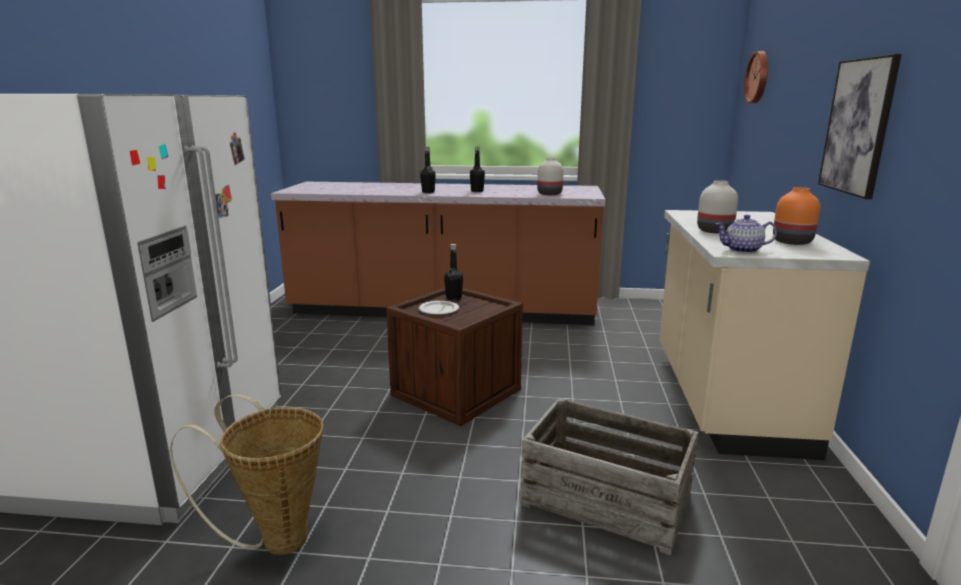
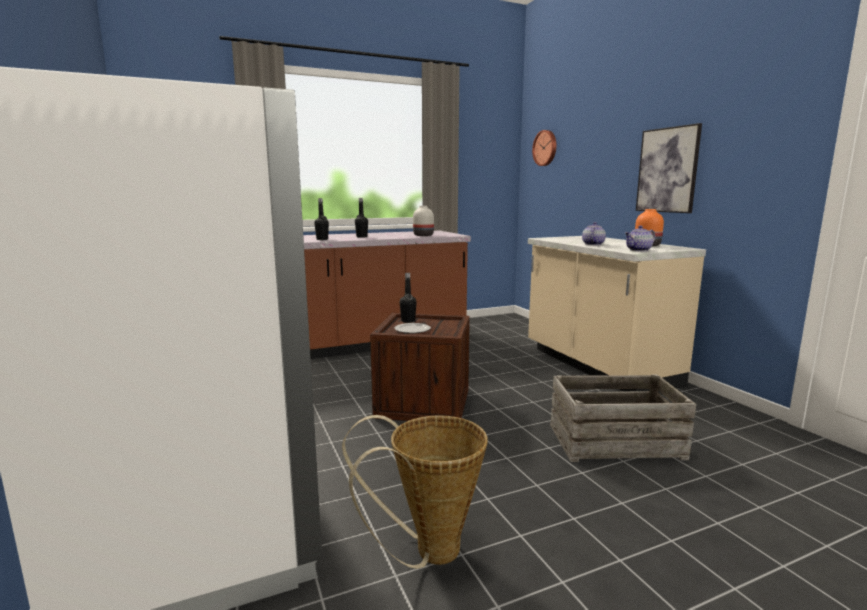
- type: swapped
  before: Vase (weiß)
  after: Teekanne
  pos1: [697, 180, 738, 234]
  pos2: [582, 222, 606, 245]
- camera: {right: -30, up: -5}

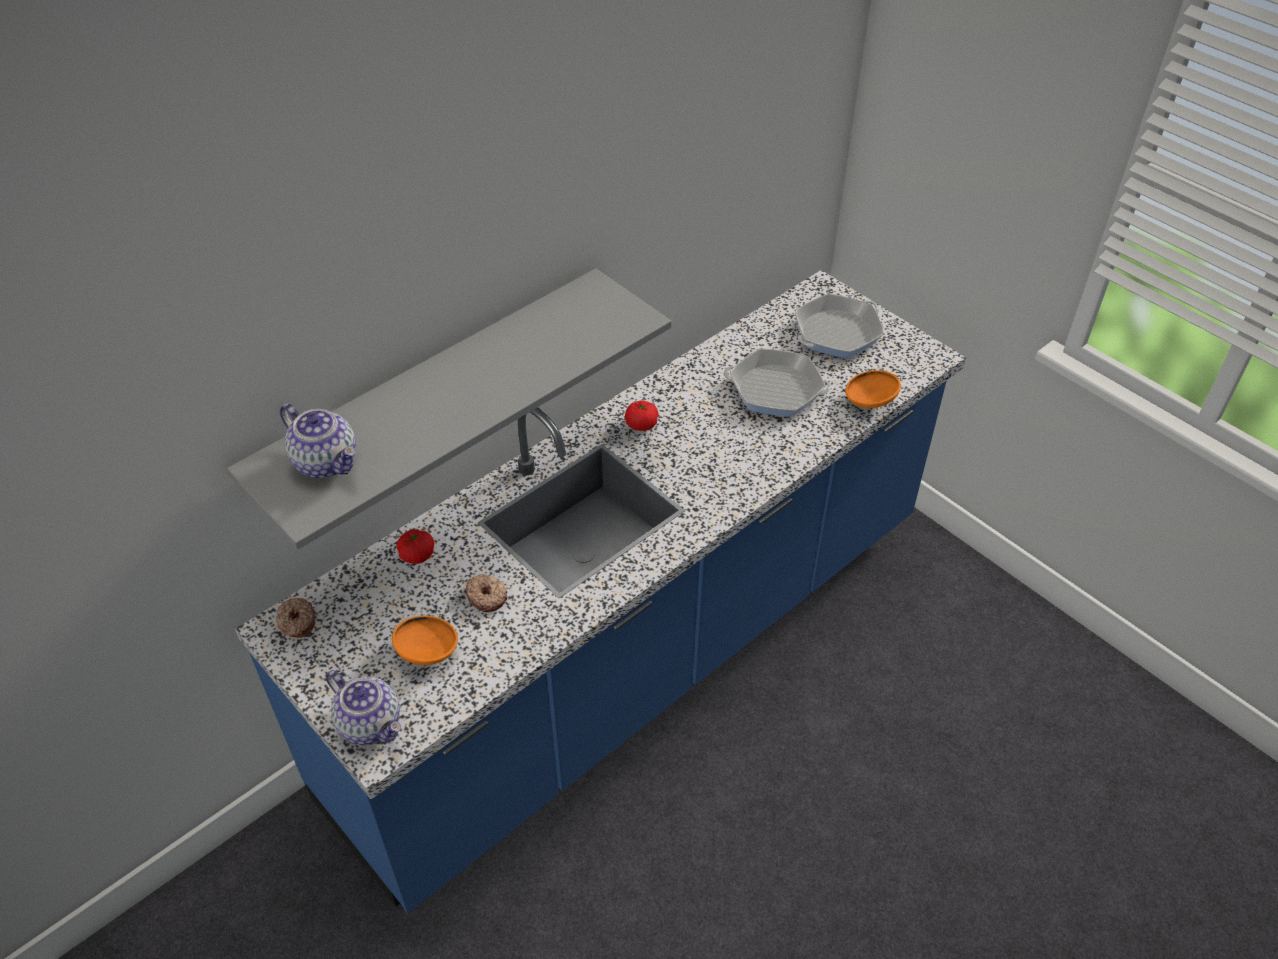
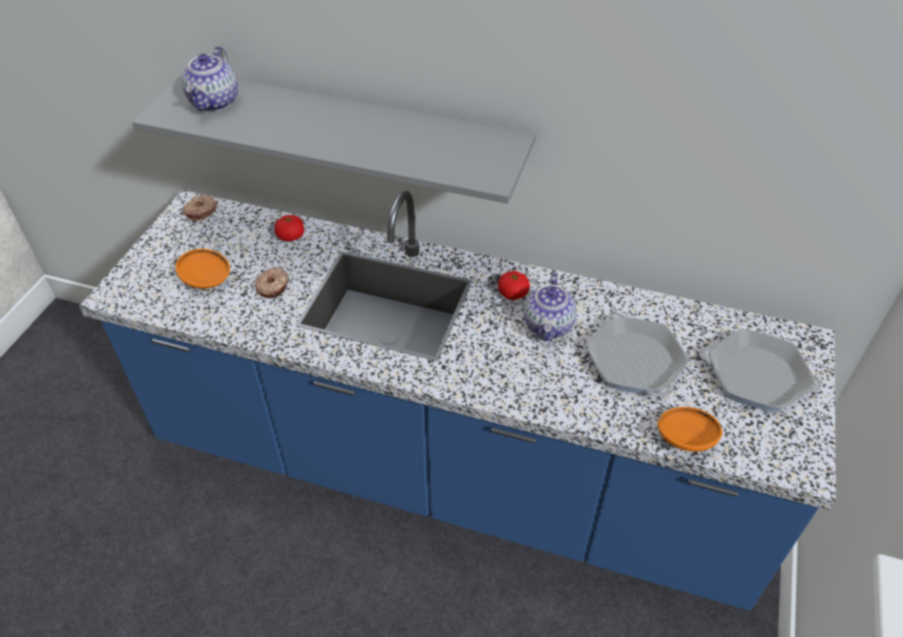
- type: shifted
  before: Teekanne
  pos1: [326, 670, 401, 745]
  pos2: [524, 272, 577, 342]
- camera: {right: 60, up: 0}

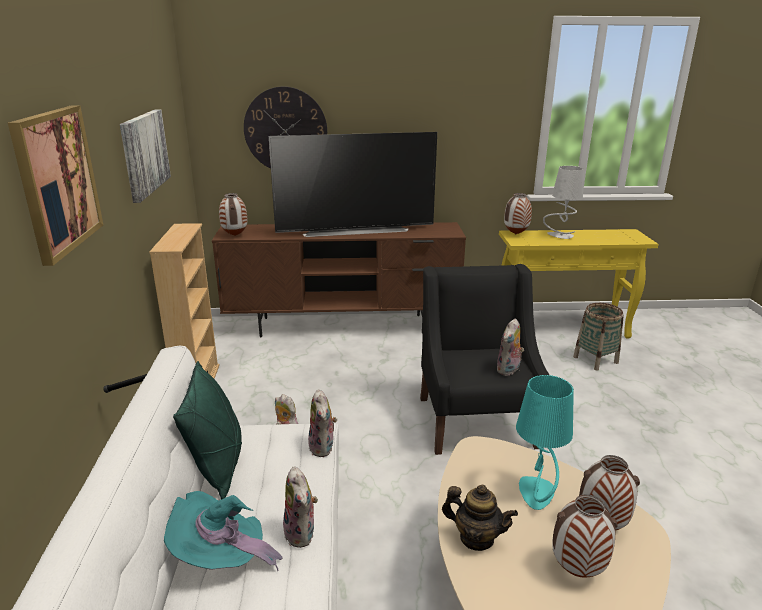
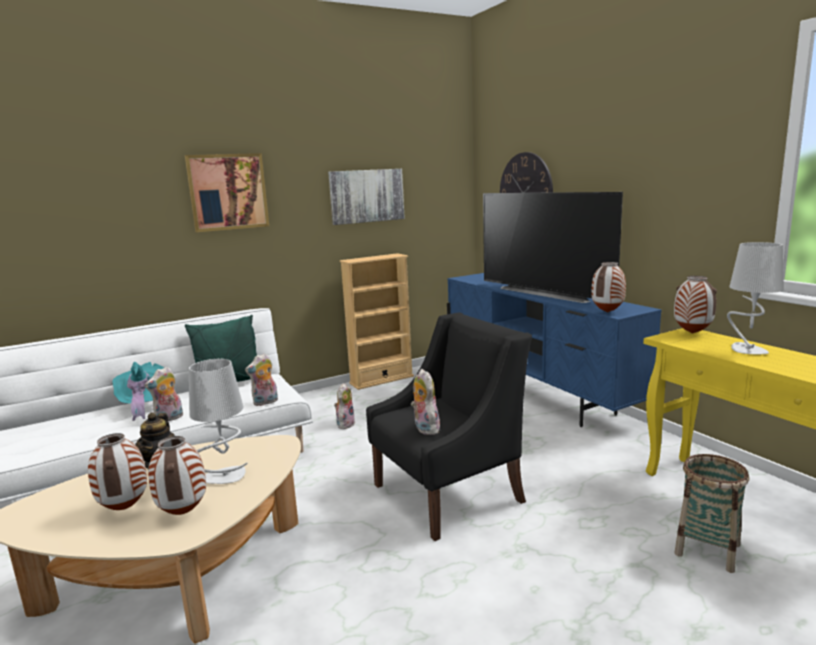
- type: shifted
  before: Vase
  pos1: [219, 193, 247, 236]
  pos2: [591, 262, 626, 313]
- type: repainted
  before: Fernsehschrank (braun)
  after: Fernsehschrank (blau)
  pos1: [212, 222, 466, 338]
  pos2: [447, 273, 662, 427]
- type: rotated
  before: Plüschtier
  pos1: [497, 318, 524, 376]
  pos2: [411, 369, 440, 435]
  turn: 60
- type: repainted
  before: Tischlampe (türkis)
  after: Tischlampe (grau)
  pos1: [516, 375, 574, 510]
  pos2: [189, 359, 248, 484]
- camera: {right: 65, up: -10}

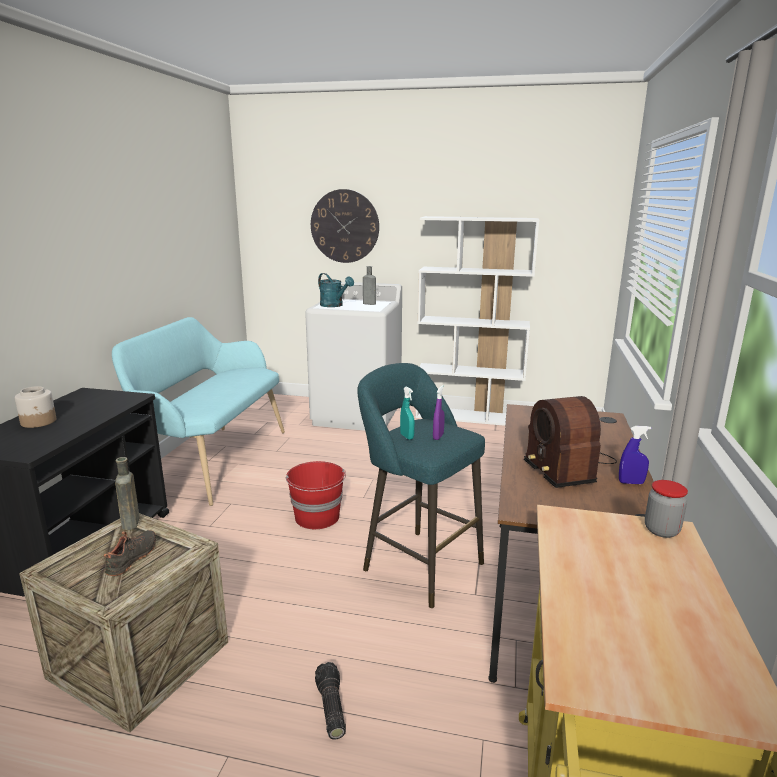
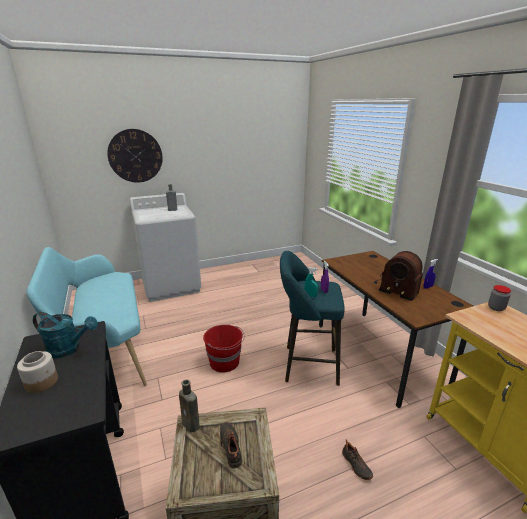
- type: gone
  before: Bücherregal (weiß)
  pos1: [415, 216, 539, 426]
- type: shifted
  before: Gießkanne (türkis)
  pos1: [318, 273, 354, 307]
  pos2: [33, 312, 98, 358]
- type: swapped
  before: Taschenlampe
  after: Schuh (schwarz)
  pos1: [315, 662, 346, 740]
  pos2: [342, 440, 373, 480]
- camera: {right: -35, up: 5}

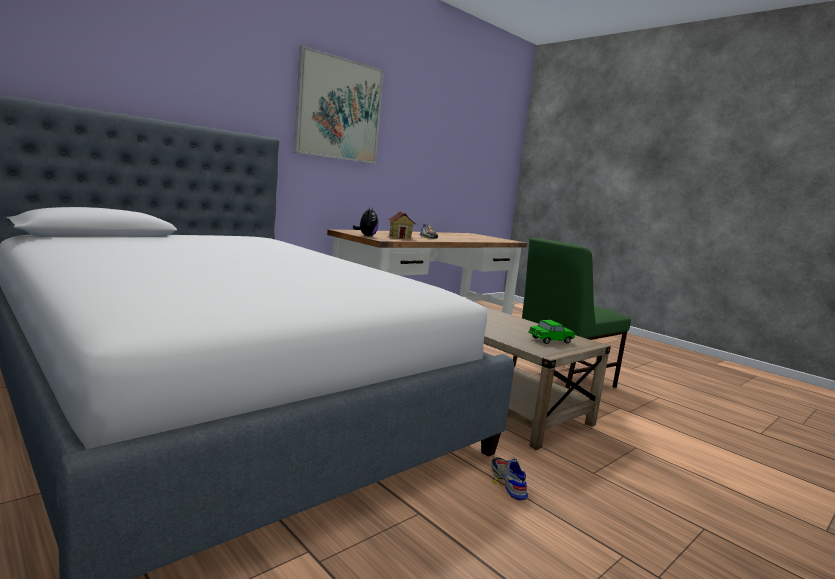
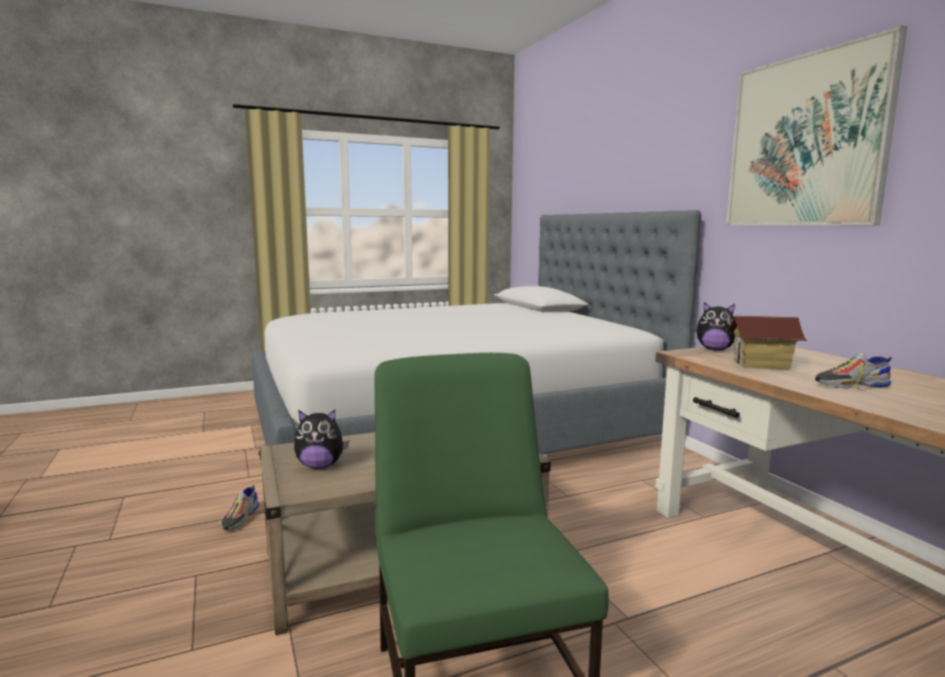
- type: swapped
  before: Spielzeugauto
  after: Plüschtier
  pos1: [528, 320, 575, 344]
  pos2: [294, 410, 349, 469]
- type: rotated
  before: Schuh
  pos1: [491, 457, 528, 501]
  pos2: [219, 485, 260, 530]
  turn: 90
- camera: {right: 110, up: 0}

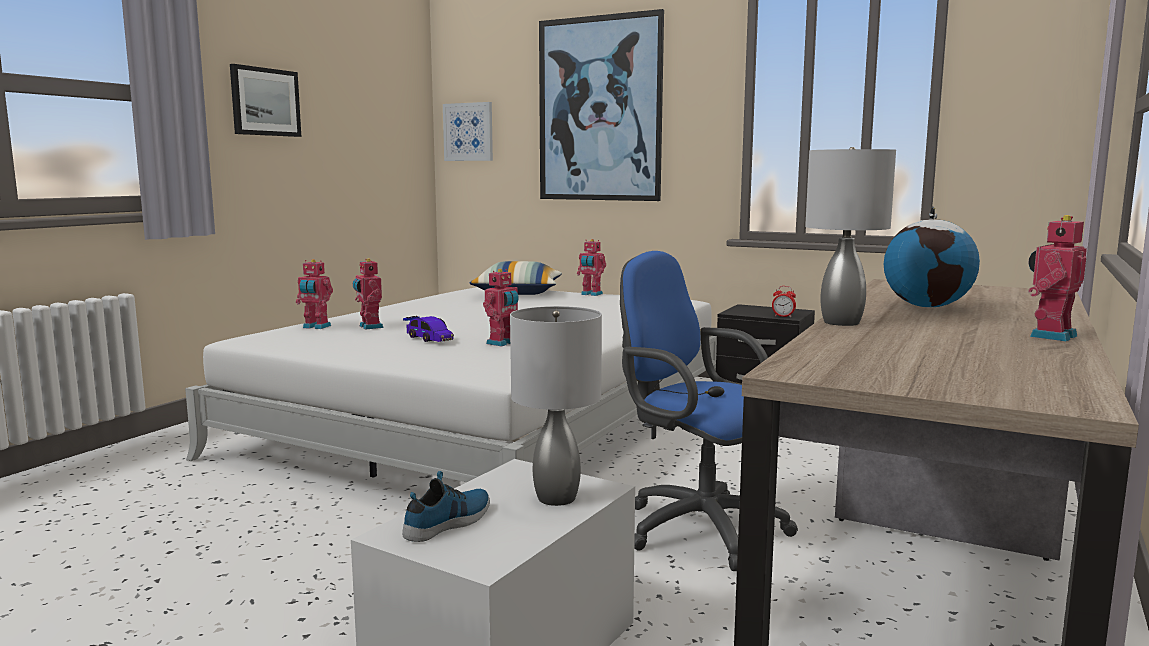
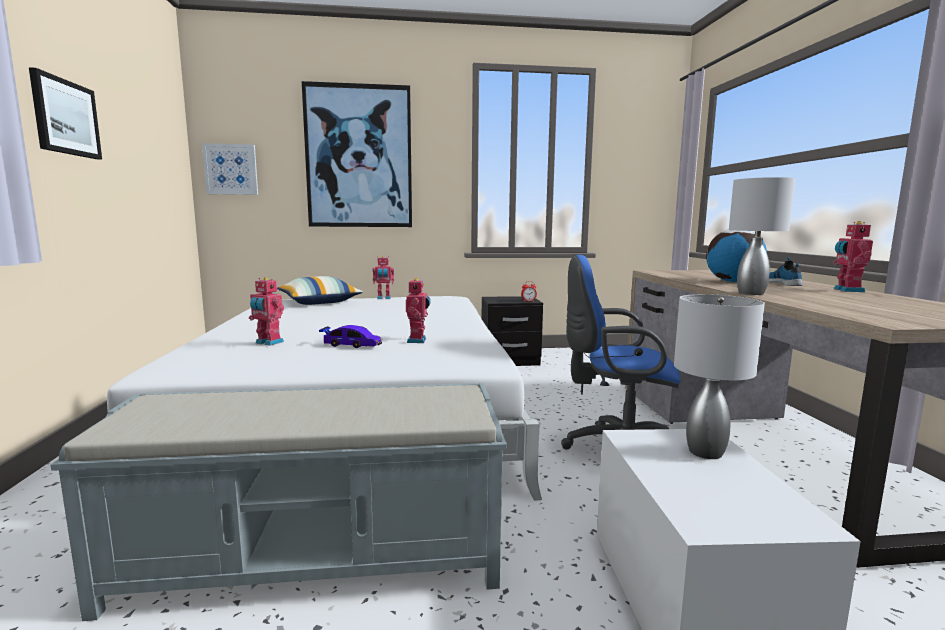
- type: gone
  before: Spielzeugroboter
  pos1: [296, 259, 333, 329]
- type: shifted
  before: Schuh
  pos1: [402, 471, 490, 542]
  pos2: [769, 257, 803, 286]
- type: new
  after: Bank (grau)
  pos2: [51, 383, 507, 621]
- camera: {right: -35, up: 0}

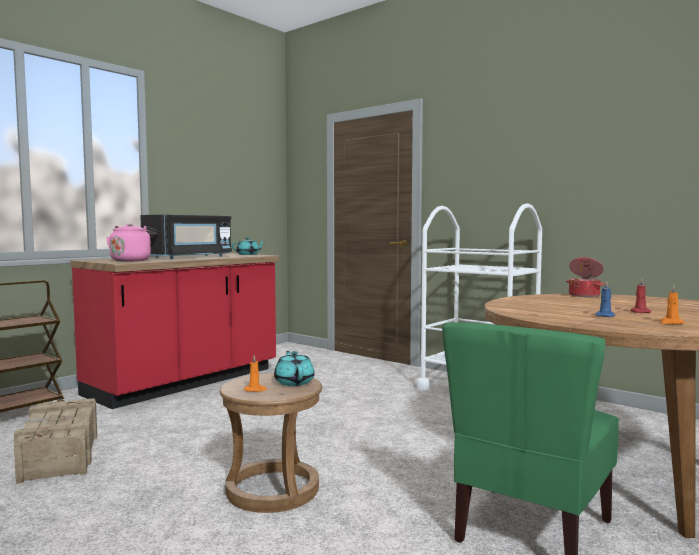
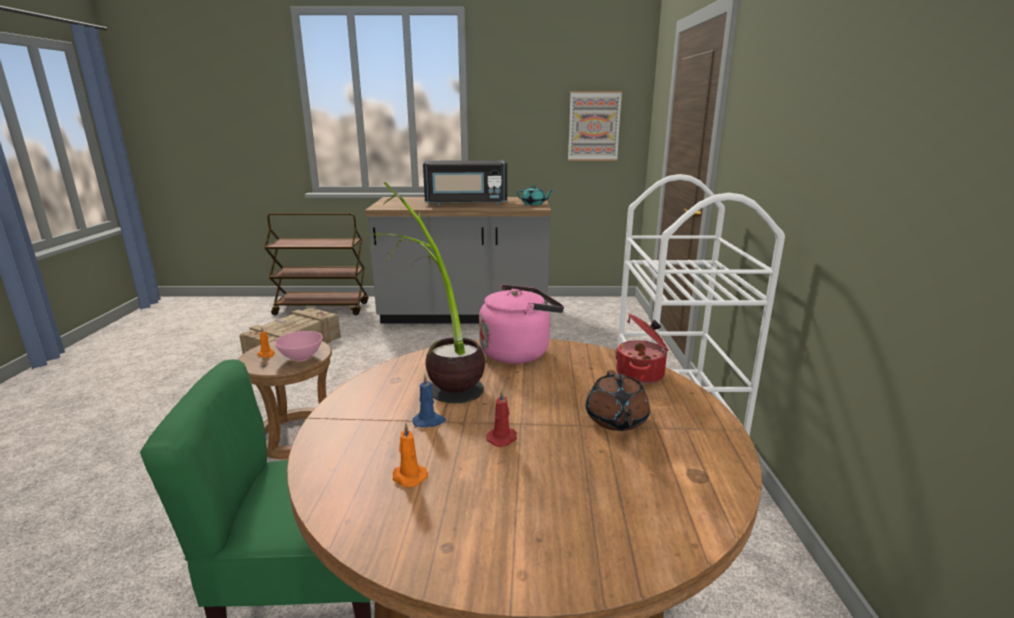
- type: shifted
  before: Wasserkessel (rosa)
  pos1: [106, 223, 157, 262]
  pos2: [479, 284, 564, 364]
- type: repainted
  before: Küchenzeile (rot)
  after: Küchenzeile (grau)
  pos1: [70, 253, 279, 409]
  pos2: [365, 197, 551, 323]
- type: swapped
  before: Teekanne (türkis)
  after: Schüssel (rosa)
  pos1: [274, 351, 315, 386]
  pos2: [275, 331, 323, 362]
- type: new
  after: Bild
  pos2: [568, 91, 622, 161]
- type: new
  after: Topfpflanze
  pos2: [370, 182, 485, 403]
- type: new
  after: Teekanne (braun)
  pos2: [586, 370, 650, 431]
- camera: {right: 50, up: 15}

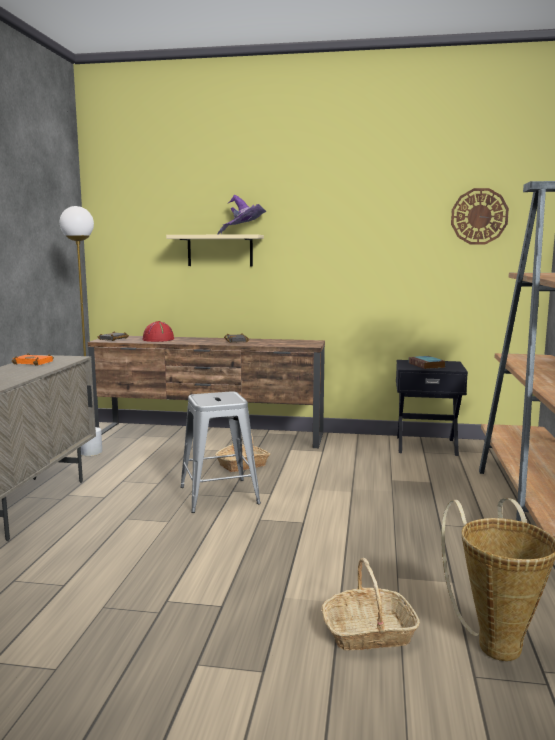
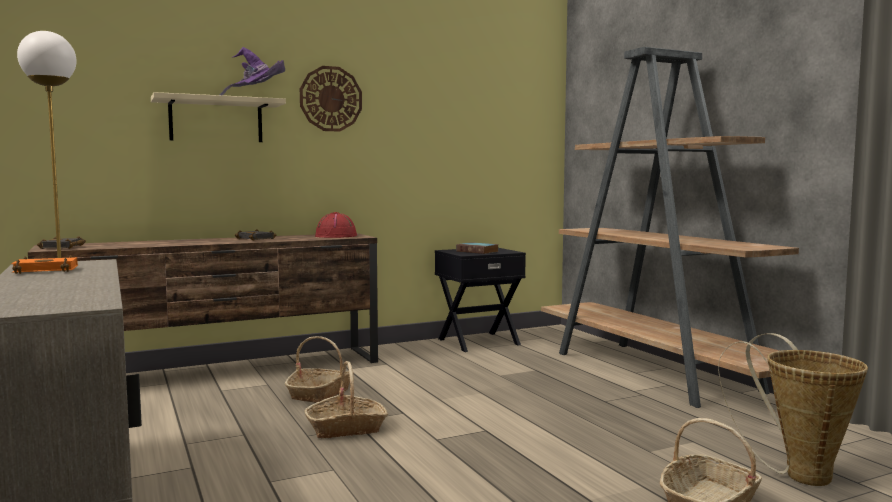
- type: shifted
  before: Wanduhr
  pos1: [451, 188, 509, 245]
  pos2: [300, 66, 362, 132]
- type: shifted
  before: Hut (rot)
  pos1: [142, 321, 174, 342]
  pos2: [315, 212, 357, 238]
- type: swapped
  before: Hocker (grau)
  after: Korb
  pos1: [180, 391, 261, 513]
  pos2: [305, 361, 388, 438]
- camera: {right: -35, up: -5}

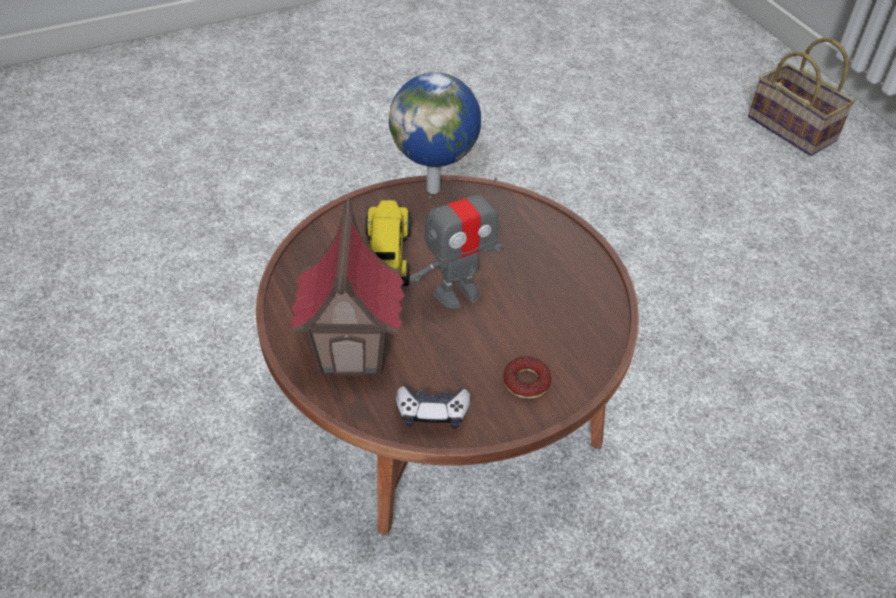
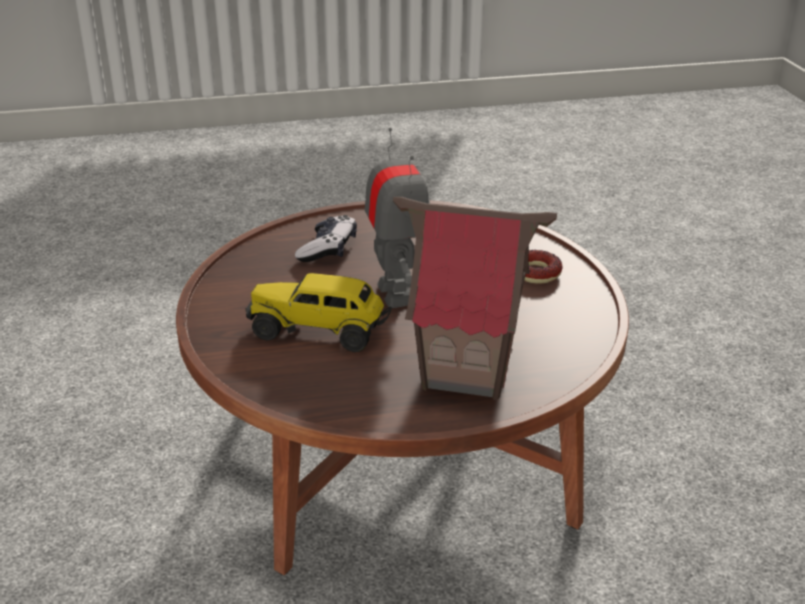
- type: gone
  before: Korb
  pos1: [748, 38, 855, 156]
- type: gone
  before: Globus
  pos1: [389, 72, 481, 194]
- type: shifted
  before: Gamepad
  pos1: [396, 386, 470, 429]
  pos2: [295, 215, 357, 262]
- camera: {right: -75, up: -15}

